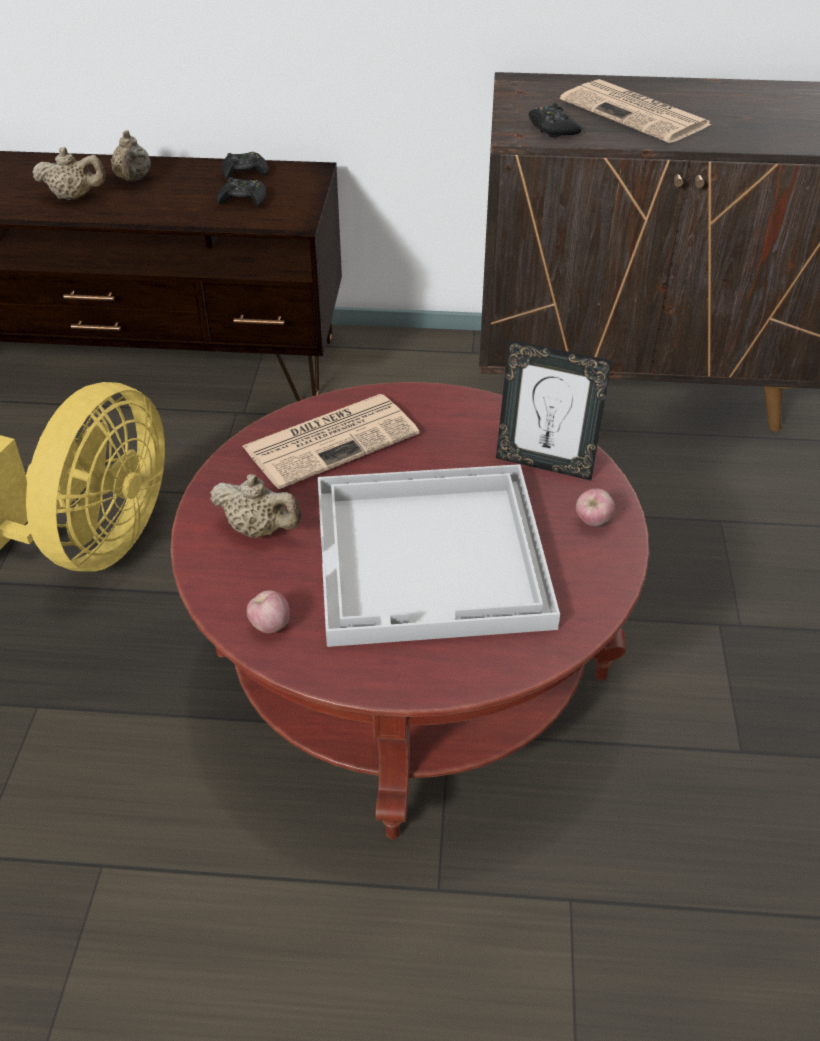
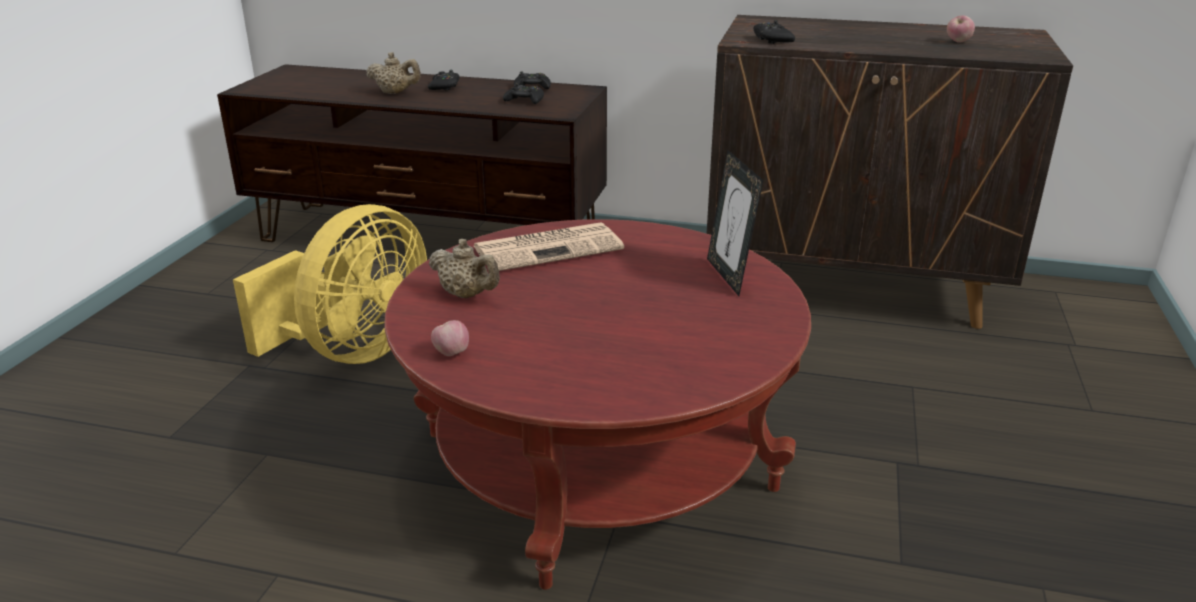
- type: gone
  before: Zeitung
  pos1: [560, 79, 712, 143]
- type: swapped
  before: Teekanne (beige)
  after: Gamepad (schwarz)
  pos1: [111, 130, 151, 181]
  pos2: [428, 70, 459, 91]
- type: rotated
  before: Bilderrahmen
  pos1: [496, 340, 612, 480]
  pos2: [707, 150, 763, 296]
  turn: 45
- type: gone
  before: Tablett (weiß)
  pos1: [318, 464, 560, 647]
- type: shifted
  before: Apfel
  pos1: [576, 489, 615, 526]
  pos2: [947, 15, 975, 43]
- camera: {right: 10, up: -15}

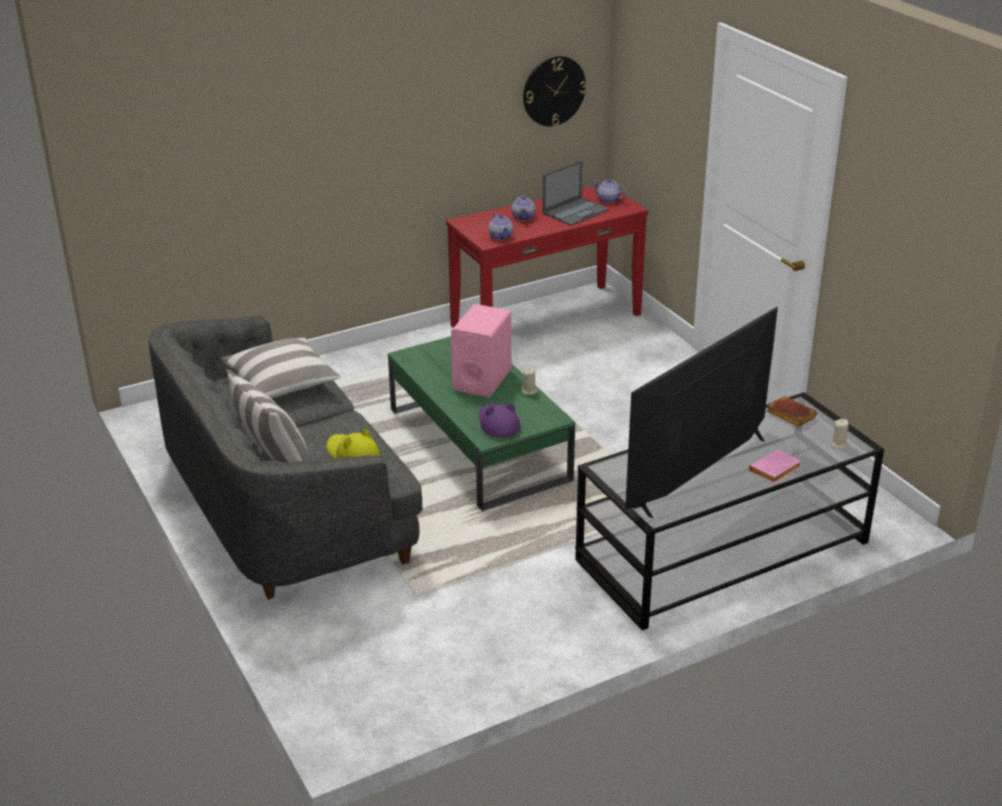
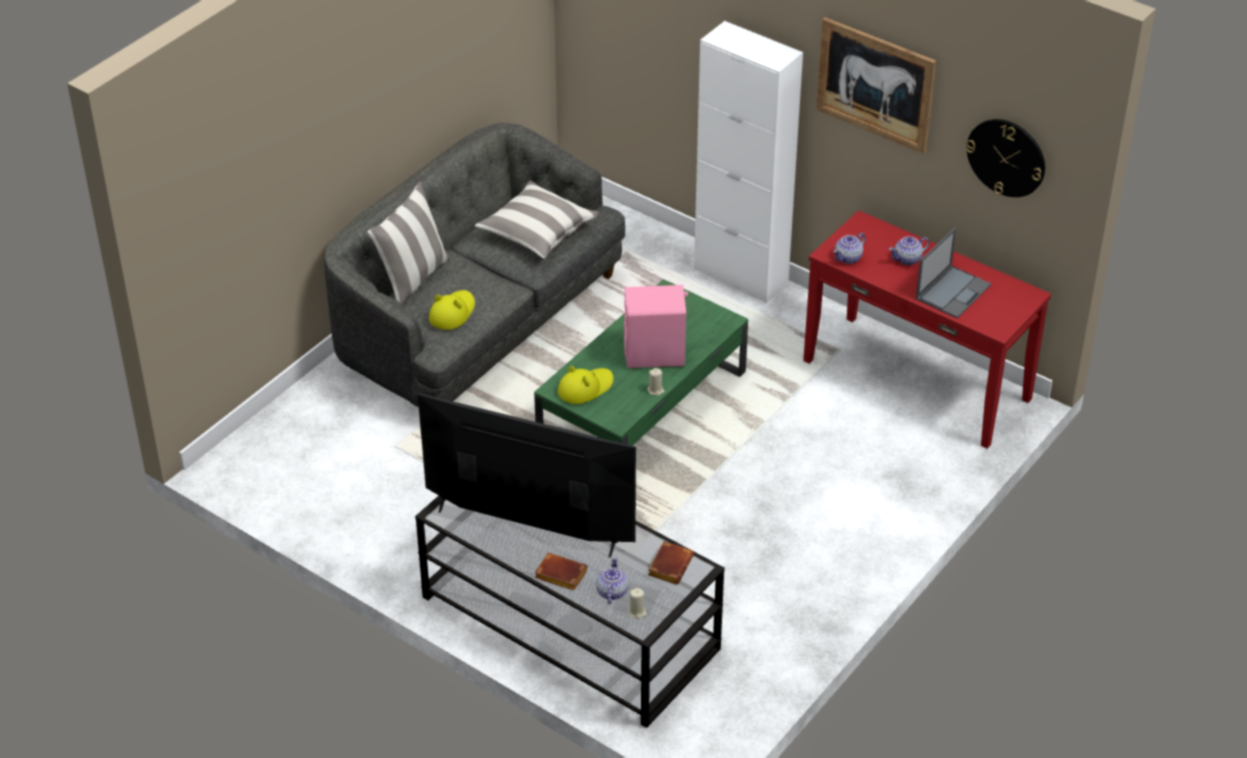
- type: rotated
  before: Laptop
  pos1: [542, 160, 609, 226]
  pos2: [916, 228, 991, 318]
  turn: -75
- type: shifted
  before: Teekanne
  pos1: [593, 179, 627, 203]
  pos2: [596, 557, 628, 604]
- type: repainted
  before: Hut (lila)
  after: Hut (gelb)
  pos1: [479, 403, 520, 438]
  pos2: [558, 366, 614, 404]
- type: repainted
  before: Buch (rosa)
  after: Buch (braun)
  pos1: [749, 450, 801, 483]
  pos2: [535, 553, 588, 591]
- type: new
  after: Bild
  pos2: [816, 17, 936, 154]
- type: new
  after: Schrank (weiß)
  pos2: [694, 21, 803, 303]
- camera: {right: 65, up: 10}

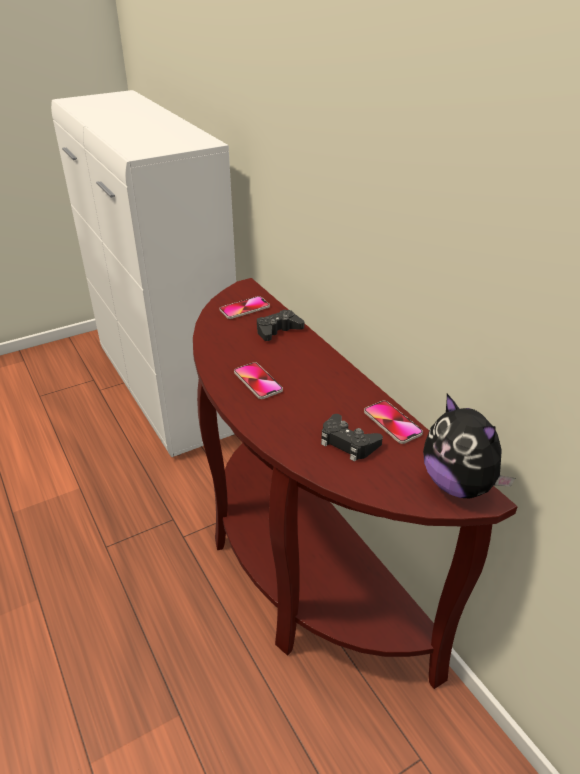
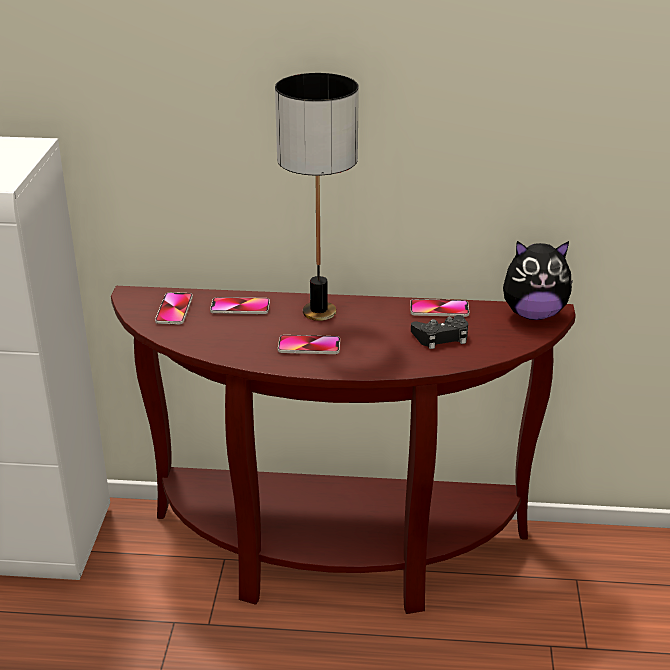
- type: swapped
  before: Gamepad (schwarz)
  after: Handy
  pos1: [257, 310, 304, 341]
  pos2: [210, 297, 270, 314]
- type: new
  after: Tischlampe
  pos2: [275, 73, 359, 321]
- camera: {right: -55, up: -5}

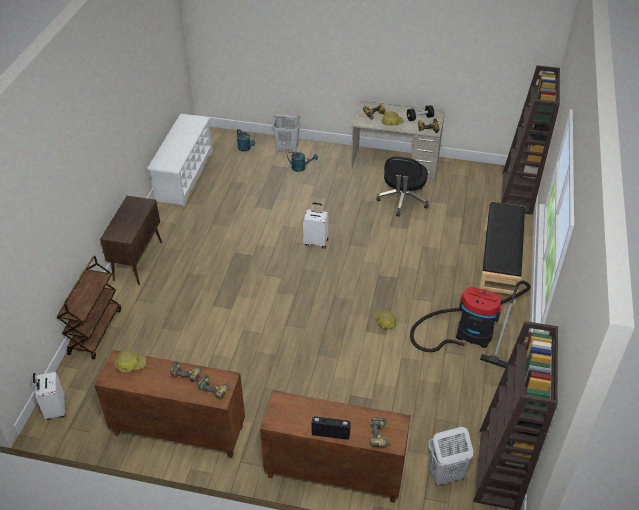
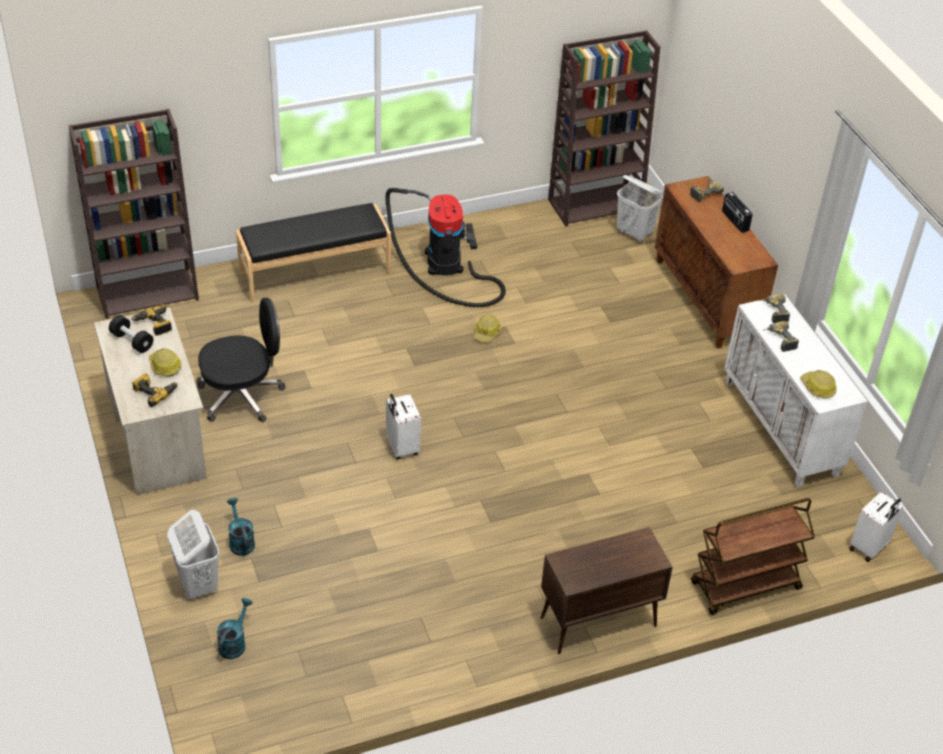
- type: gone
  before: Schuhregal (weiß)
  pos1: [147, 114, 213, 206]
- type: repainted
  before: Schrank (braun)
  after: Schrank (weiß)
  pos1: [94, 350, 245, 458]
  pos2: [724, 295, 868, 487]
- camera: {right: -125, up: 0}

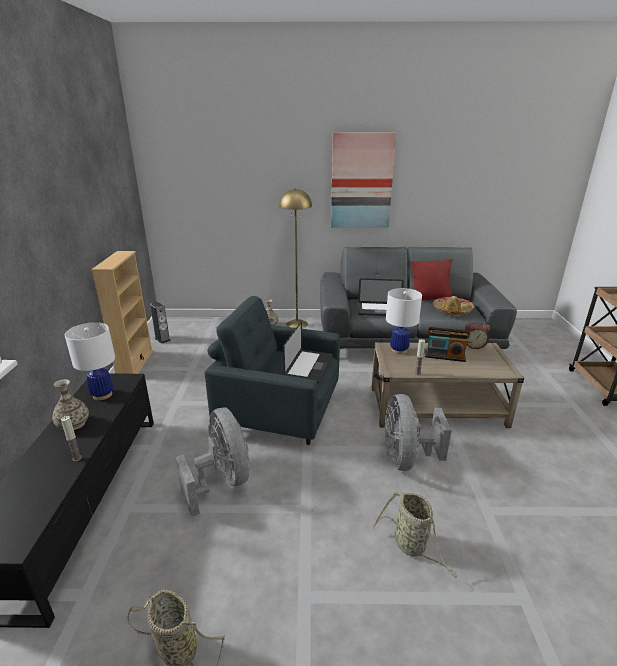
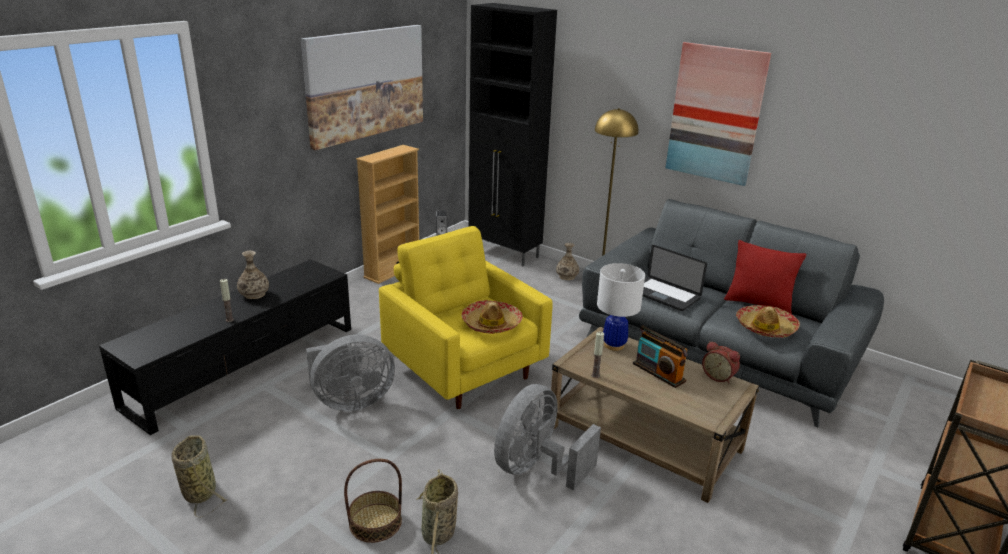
- type: repainted
  before: Sessel (grau)
  after: Sessel (gelb)
  pos1: [204, 296, 340, 445]
  pos2: [379, 226, 553, 409]
- type: swapped
  before: Laptop
  after: Hut
  pos1: [283, 321, 333, 384]
  pos2: [462, 300, 523, 334]
- type: gone
  before: Tischlampe (weiß)
  pos1: [65, 322, 115, 400]
- type: rotated
  before: Ventilator (grau)
  pos1: [176, 408, 250, 517]
  pos2: [306, 335, 395, 411]
  turn: 60
- type: new
  after: Schrank (schwarz)
  pos2: [468, 3, 557, 267]
- type: new
  after: Bild
  pos2: [301, 25, 423, 150]
- type: new
  after: Korb
  pos2: [344, 459, 402, 543]
- camera: {right: 35, up: 0}

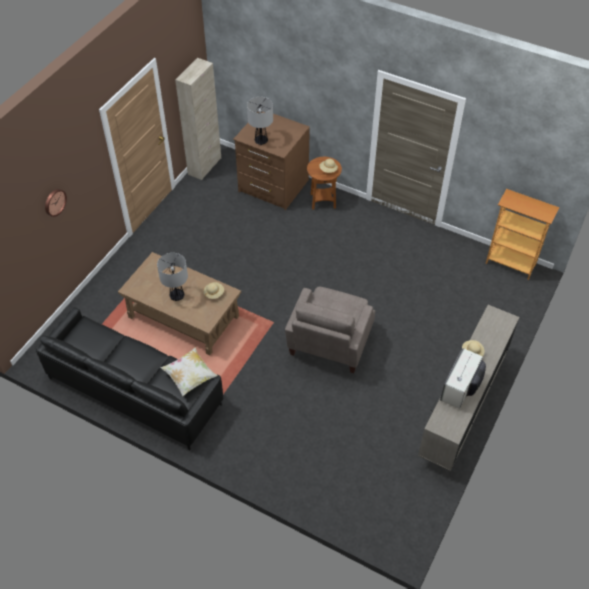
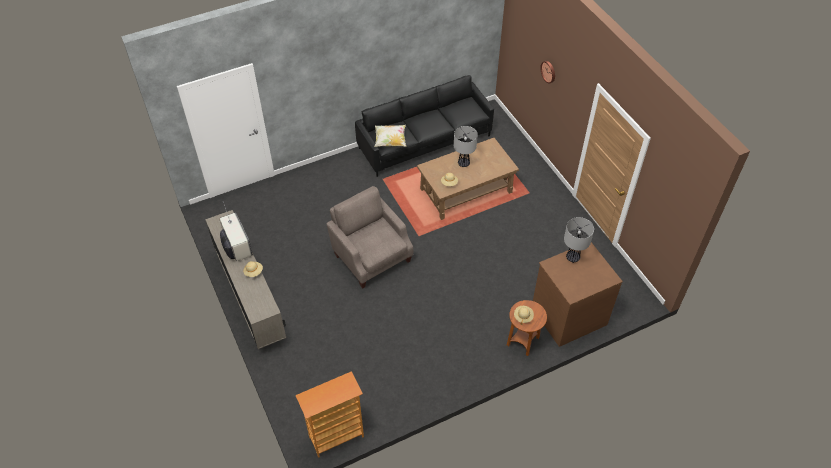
- type: gone
  before: Schrank (beige)
  pos1: [175, 58, 221, 180]
- camera: {right: 125, up: 0}

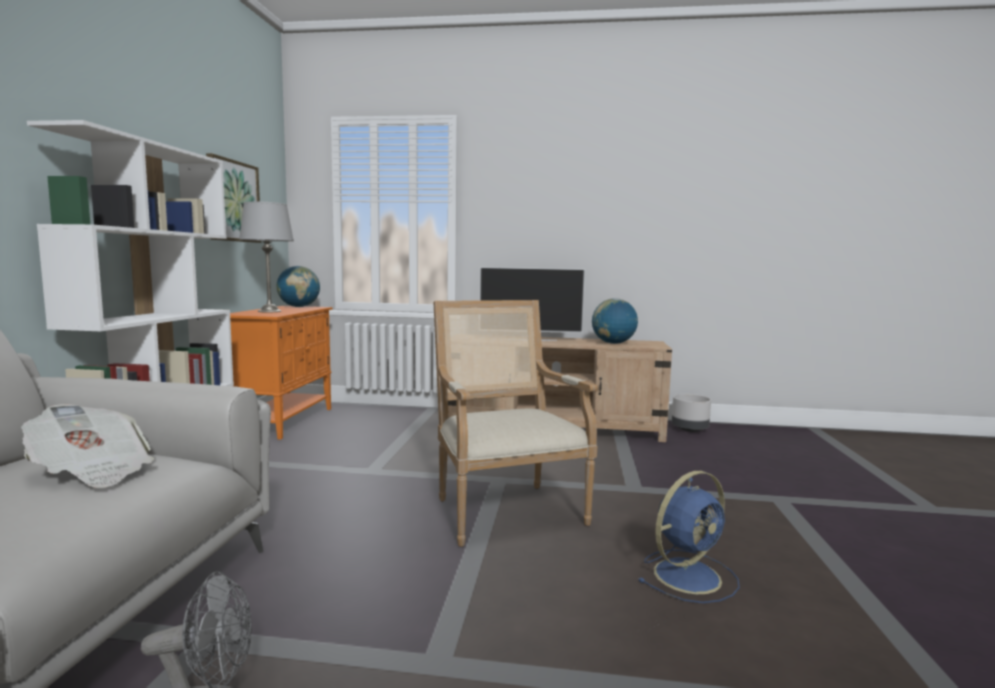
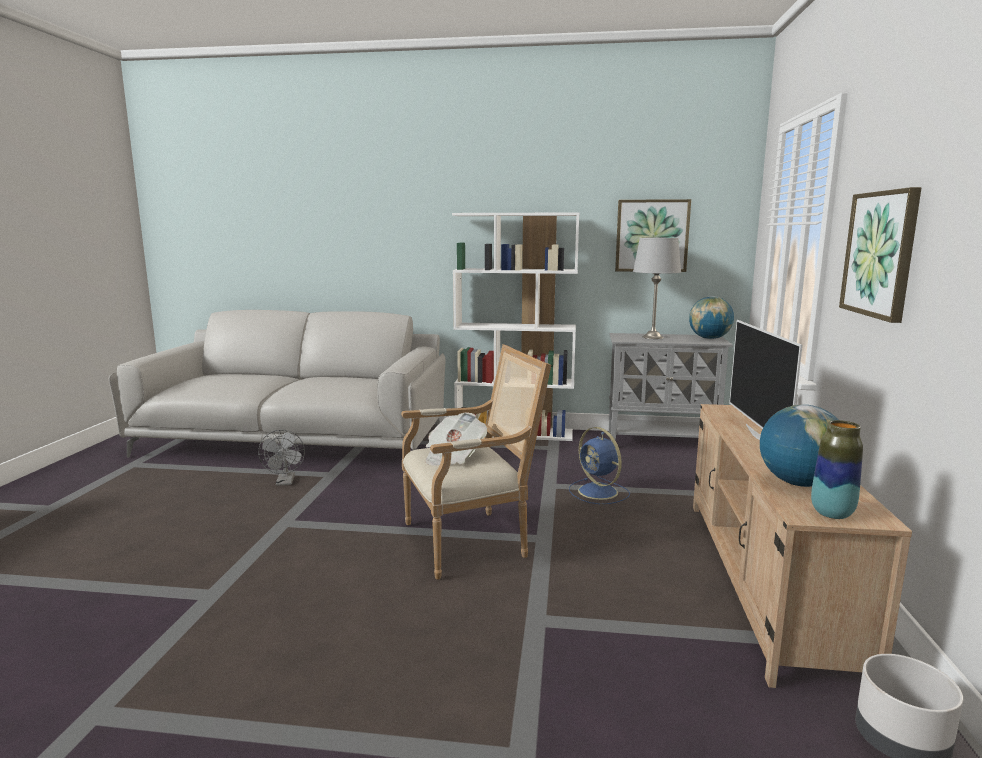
- type: repainted
  before: Schrank (orange)
  after: Schrank (grau)
  pos1: [230, 306, 332, 440]
  pos2: [608, 333, 733, 442]
- type: shifted
  before: Zeitung
  pos1: [21, 404, 154, 488]
  pos2: [425, 412, 487, 466]
- type: shifted
  before: Ventilator (blau)
  pos1: [638, 471, 740, 603]
  pos2: [569, 427, 630, 504]
- type: new
  after: Bild
  pos2: [839, 187, 922, 323]
- type: new
  after: Vase
  pos2: [811, 420, 863, 519]
- camera: {right: 90, up: 5}

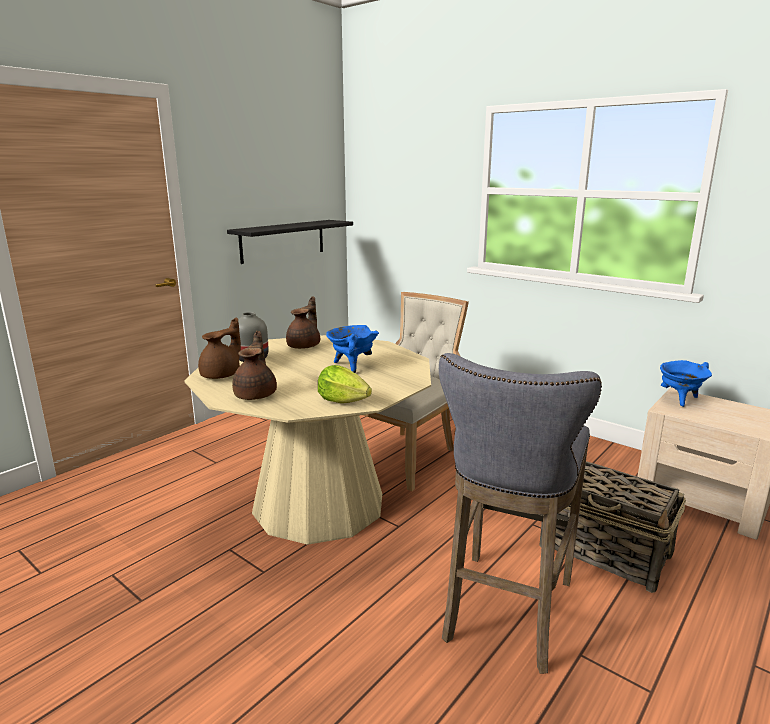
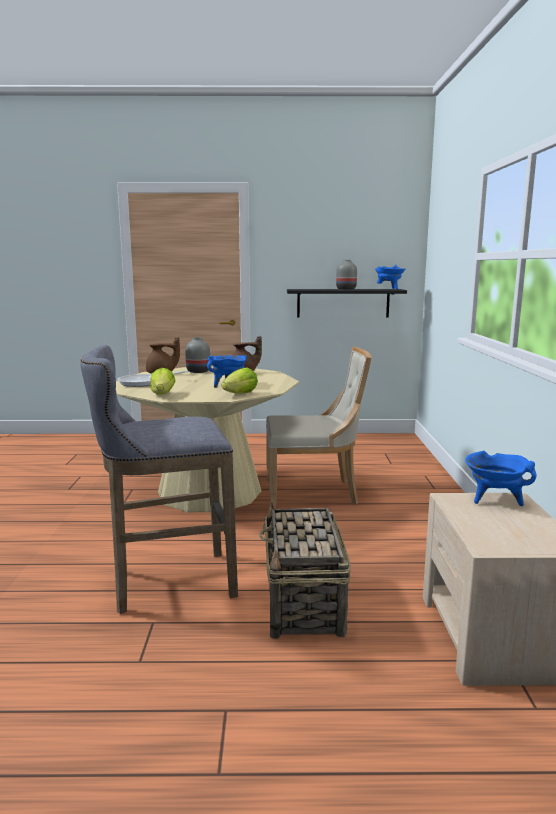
- type: swapped
  before: Teekanne (braun)
  after: Pfanne
  pos1: [232, 331, 277, 400]
  pos2: [117, 371, 189, 387]
- type: new
  after: Vase (grau)
  pos2: [336, 260, 357, 290]
- type: new
  after: Kochtopf (blau)
  pos2: [375, 265, 406, 290]
- type: new
  after: Salatkopf
  pos2: [222, 368, 258, 394]
- camera: {right: 50, up: -5}

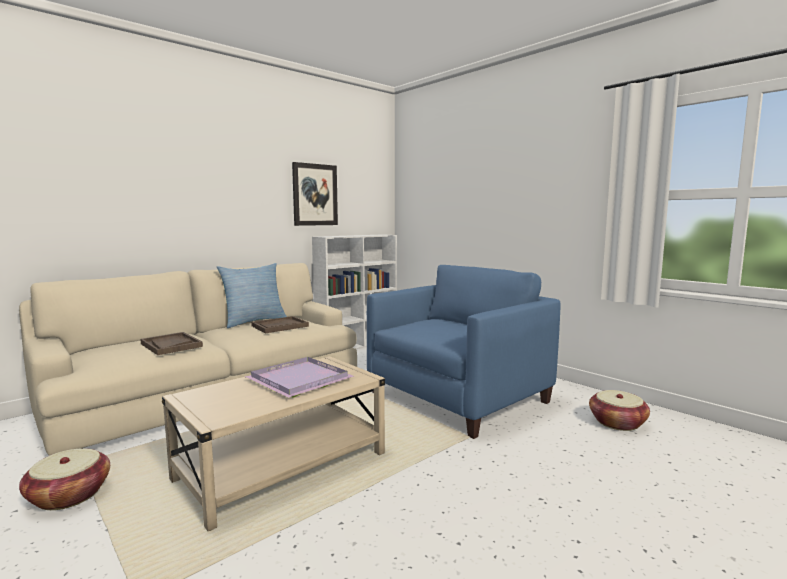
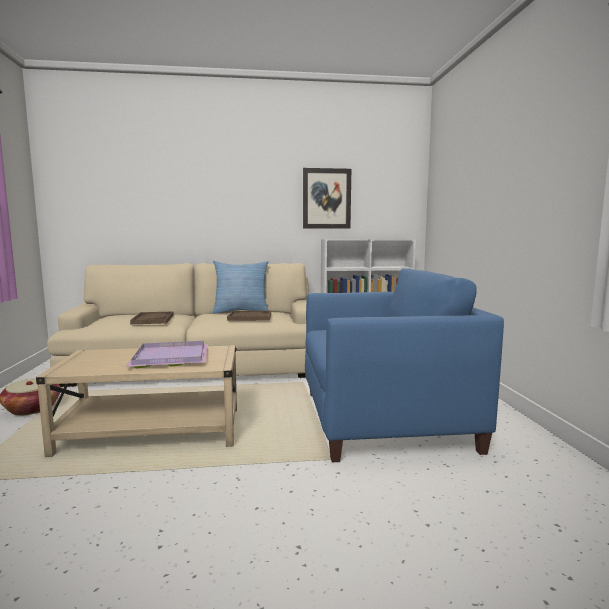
- type: gone
  before: Korb
  pos1: [589, 390, 650, 431]
- camera: {right: 35, up: 0}

